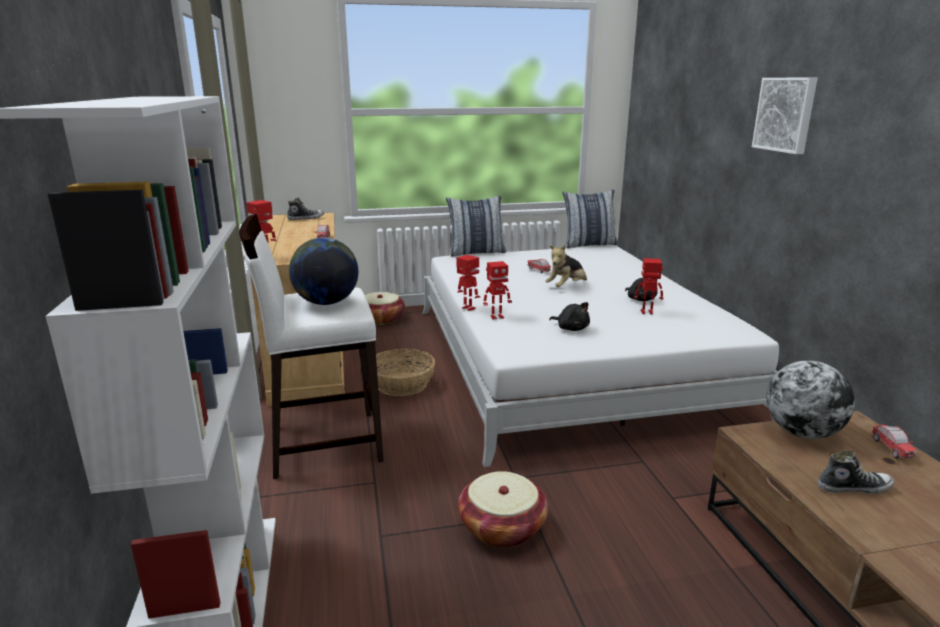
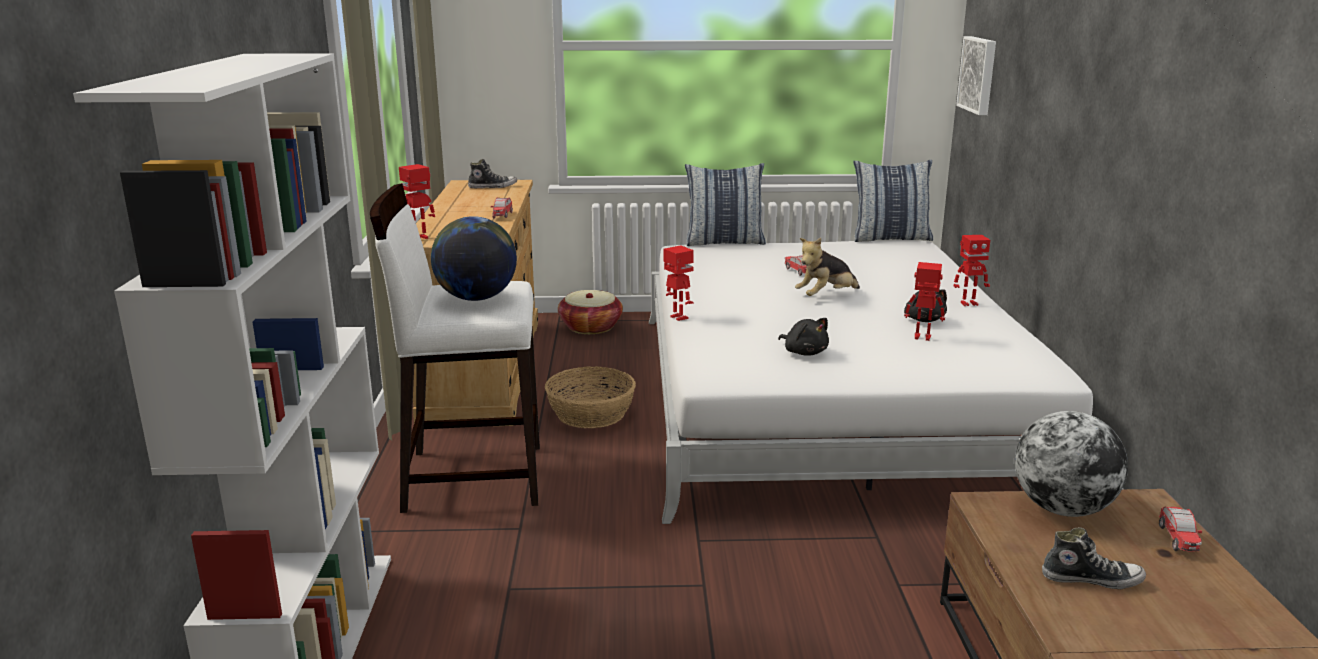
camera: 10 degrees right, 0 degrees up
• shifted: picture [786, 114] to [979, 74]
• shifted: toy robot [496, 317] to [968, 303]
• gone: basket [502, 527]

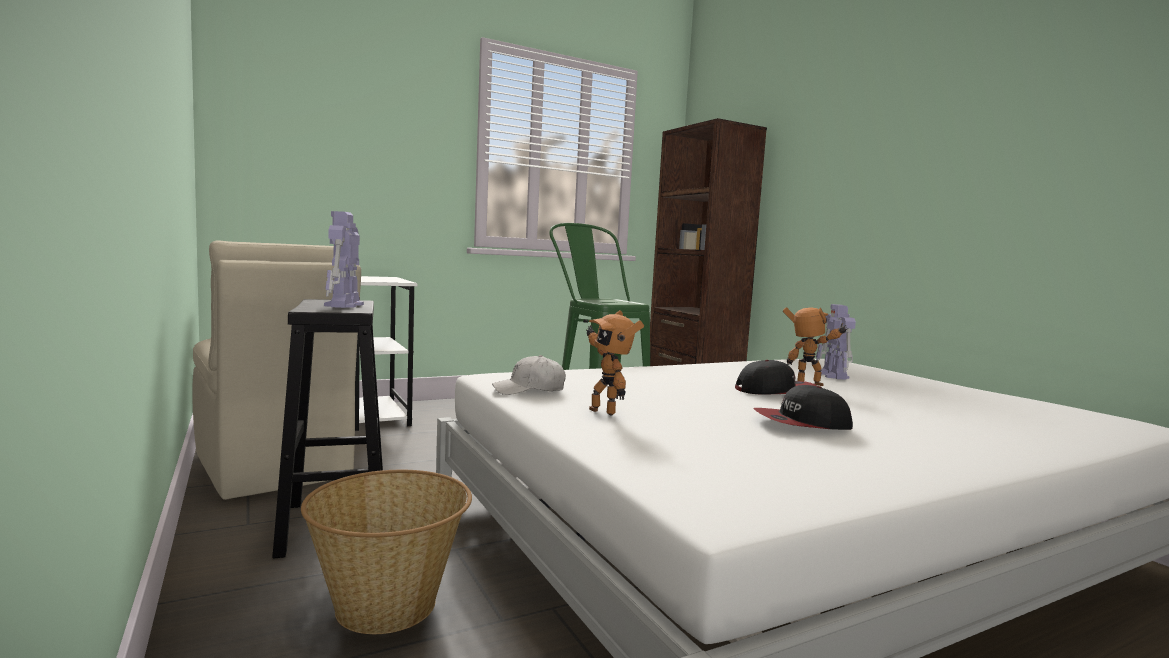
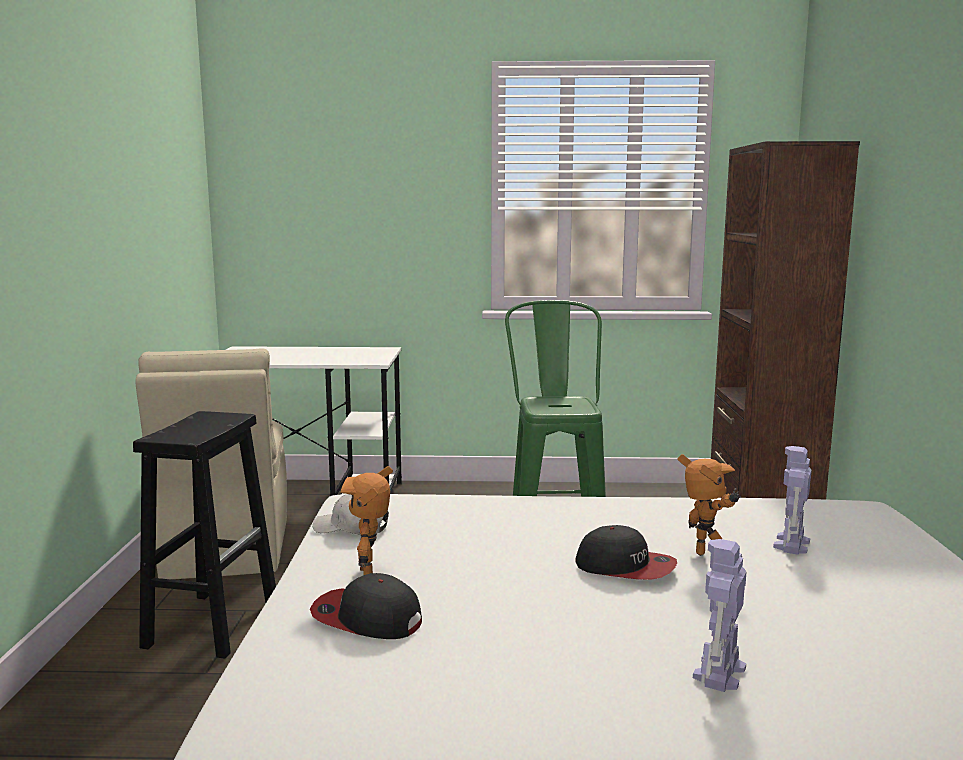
camera: 30 degrees right, 5 degrees up
• shifted: toy robot [343, 305] to [719, 673]
• shifted: cap [802, 423] to [366, 618]
• gone: basket [388, 605]

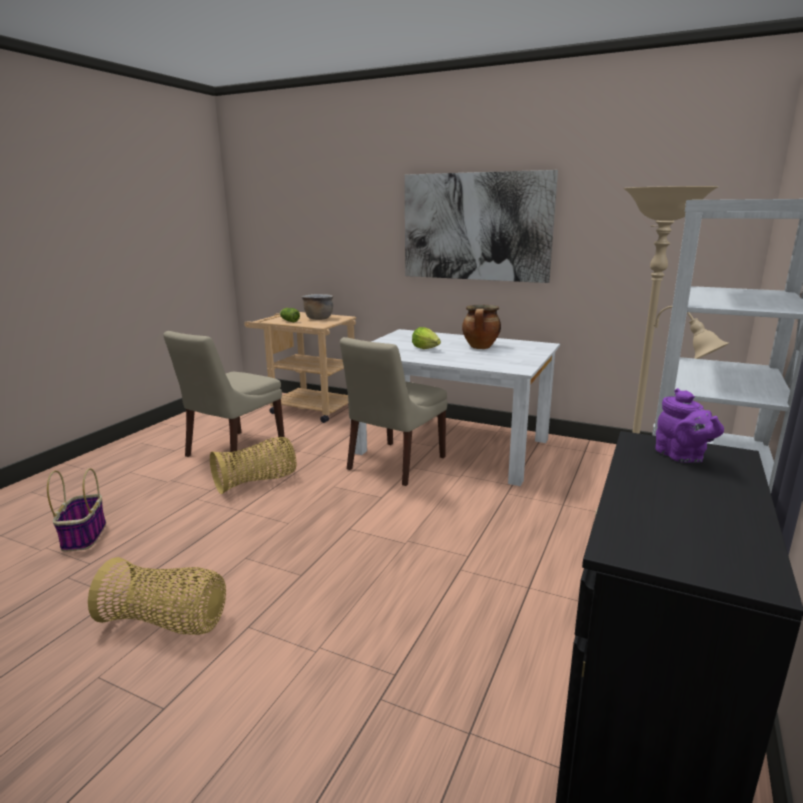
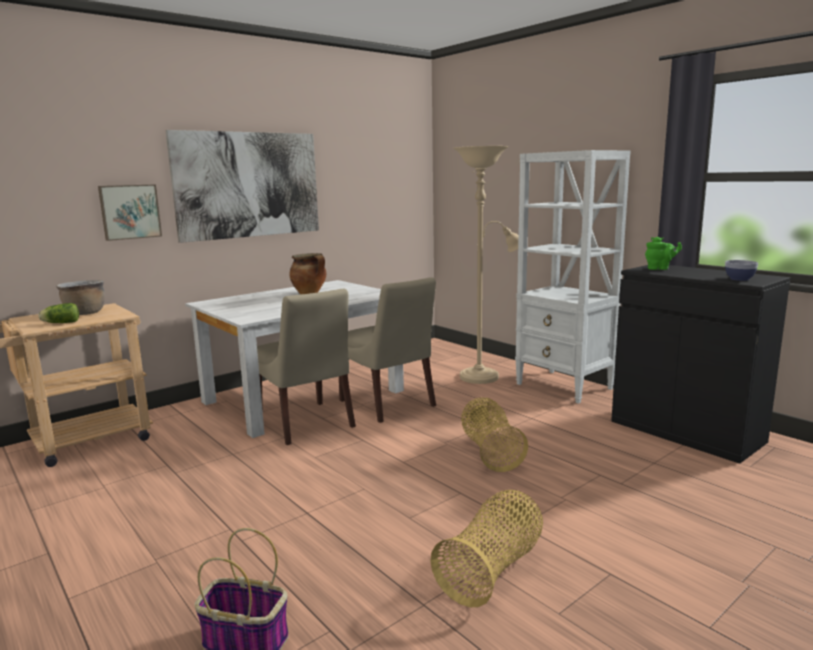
camera: 65 degrees left, 5 degrees down
• gone: lettuce [425, 348]
• shifted: beige chair [233, 451] to [389, 404]
• repainted: purple teapot [681, 457] to green teapot [660, 269]
• shifted: basket [257, 482] to [490, 451]
• new: picture [130, 211]
• new: bowl [739, 279]

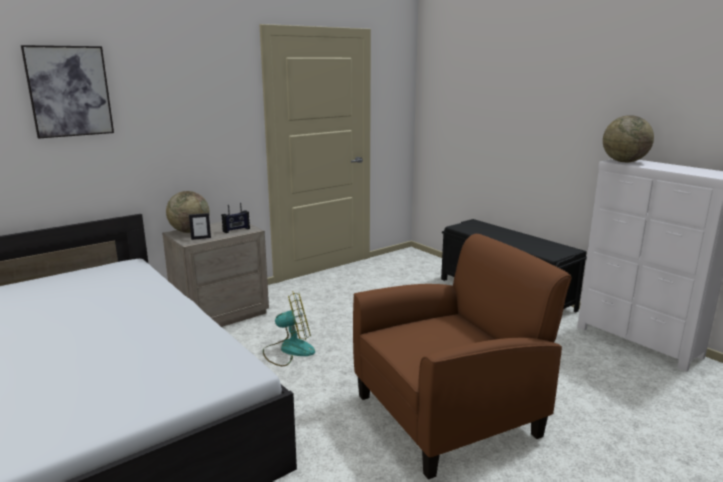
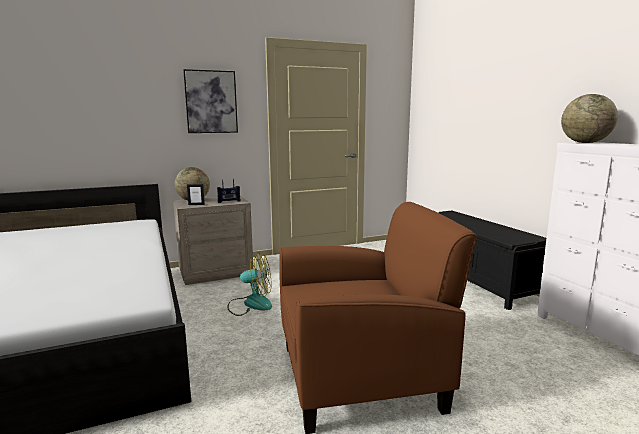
camera: 15 degrees right, 5 degrees down
• shifted: picture [69, 91] to [211, 102]

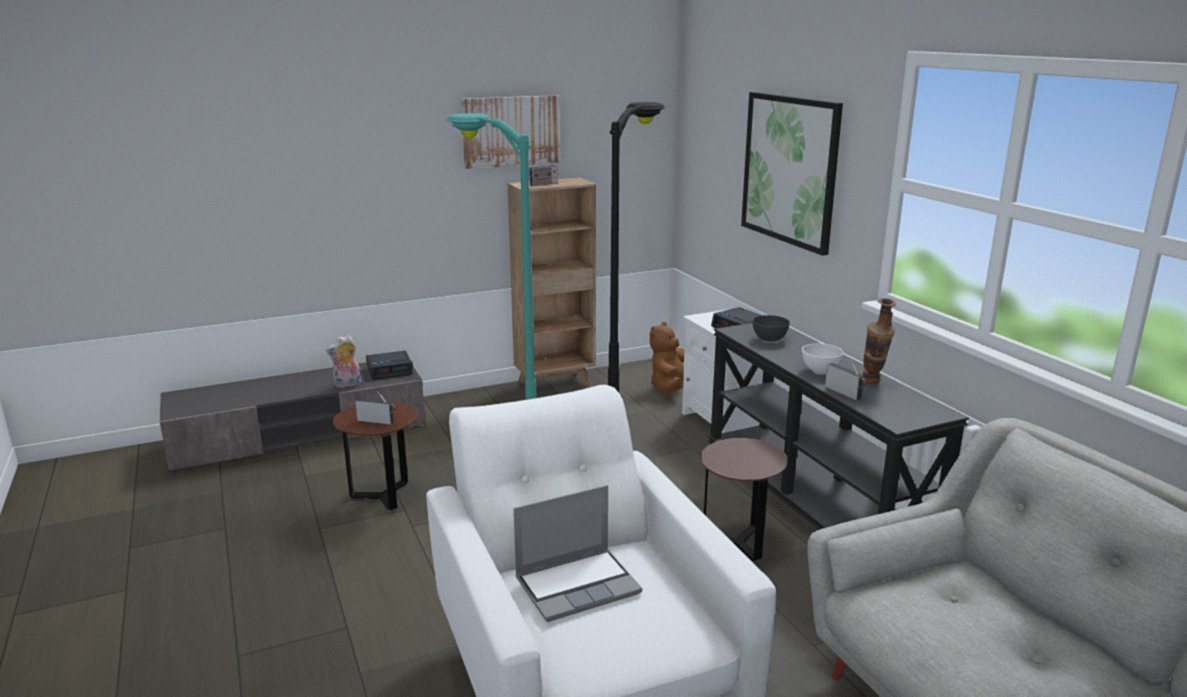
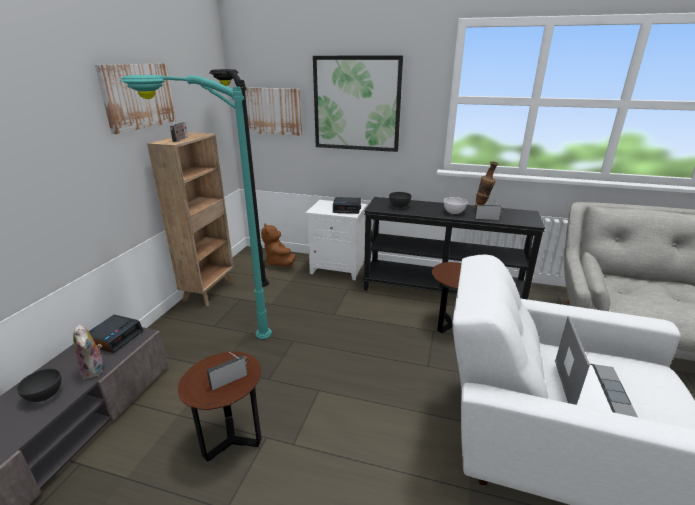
camera: 50 degrees left, 5 degrees up
• rotated: plush toy [347, 385] = [95, 370] 45 degrees counterclockwise
• new: picture [270, 111]
• new: grey bowl [45, 395]

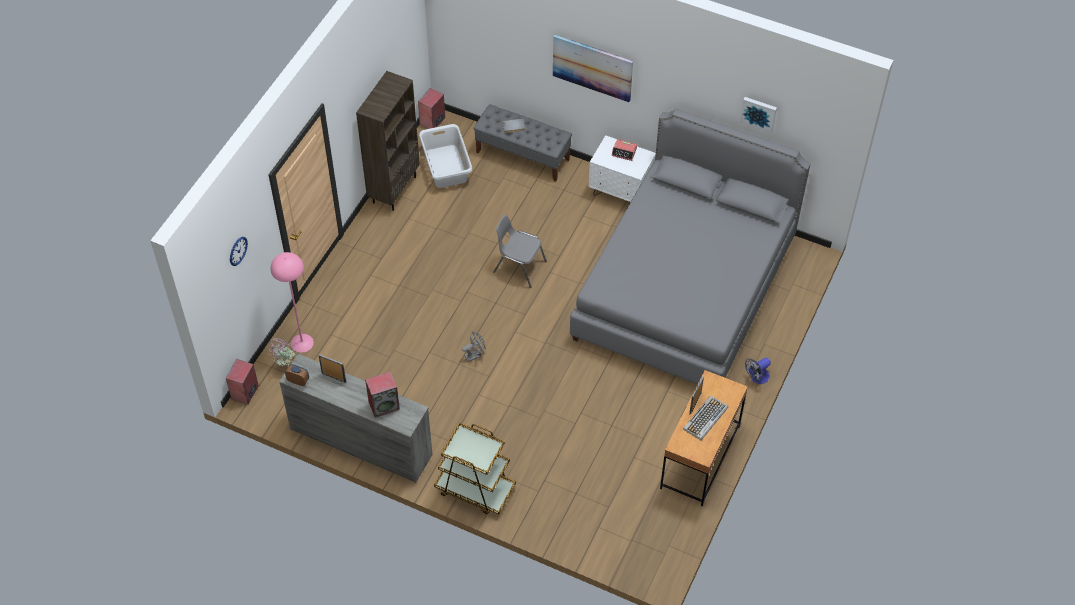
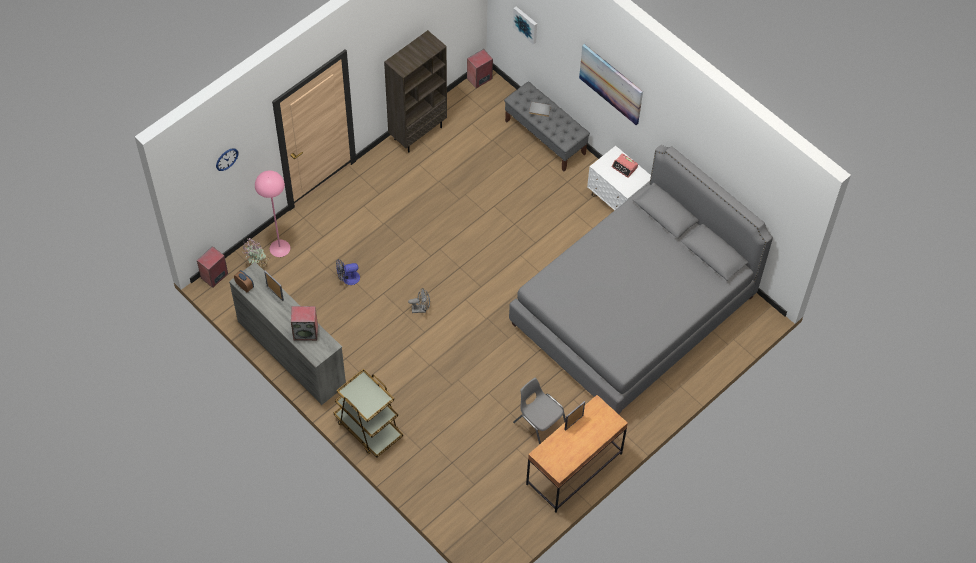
camera: 20 degrees right, 5 degrees up
• shifted: picture [758, 113] to [526, 24]
• gone: grey laundry basket [446, 166]
• shifted: grey chair [519, 266] to [539, 424]
• shifted: fan [757, 378] to [347, 278]
• gone: keyboard [705, 419]

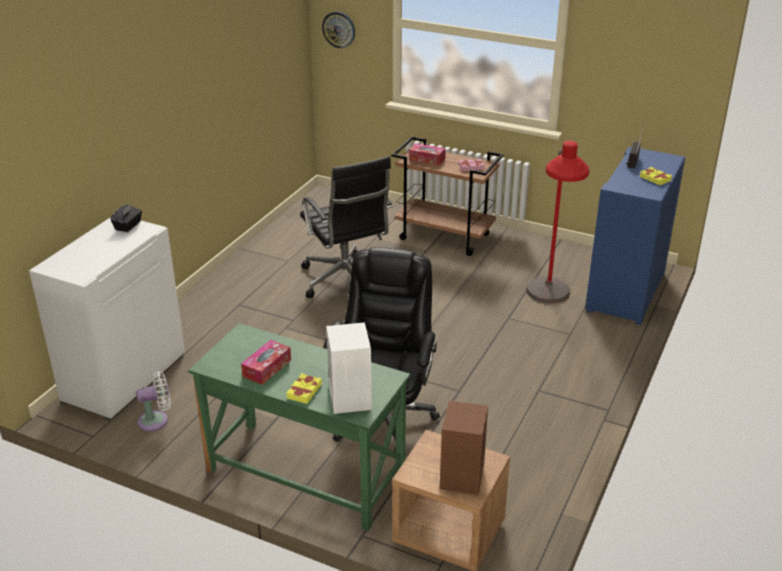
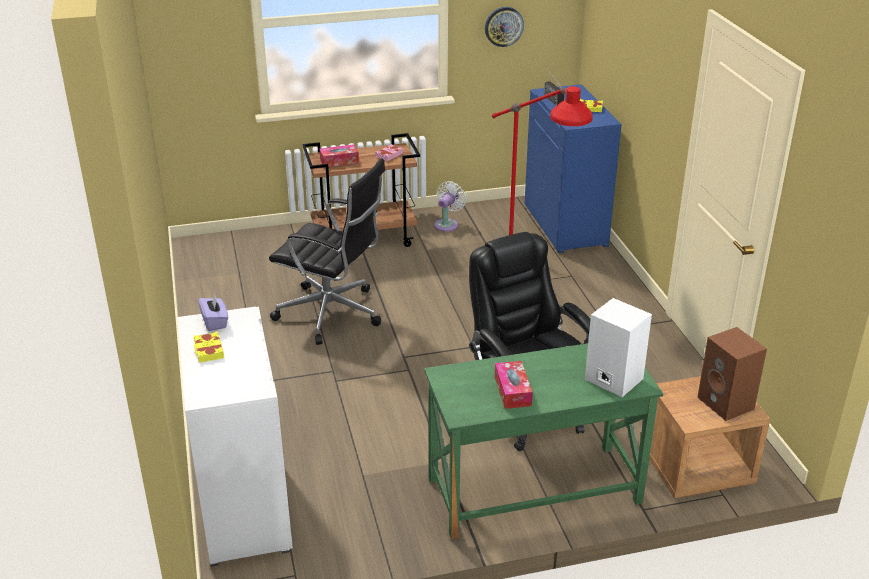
camera: 40 degrees left, 0 degrees up
• shifted: wall clock [339, 29] to [503, 26]
• repainted: black tissue box [128, 226] to purple tissue box [215, 322]
• shifted: white fan [156, 420] to [447, 224]
• shifted: yellow book [304, 391] to [208, 350]

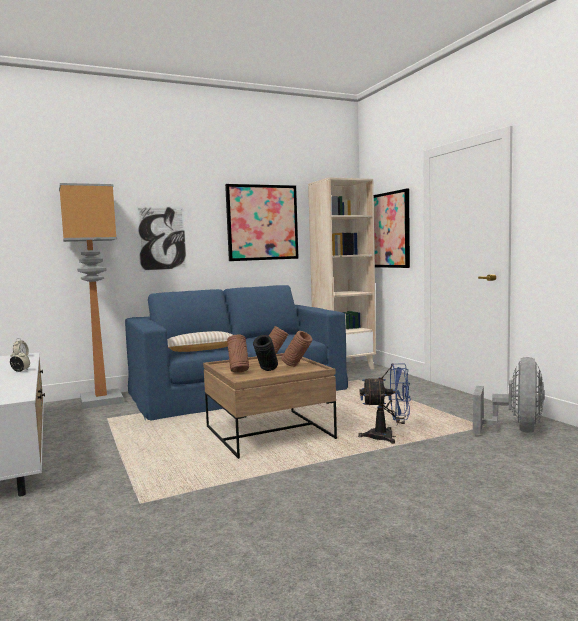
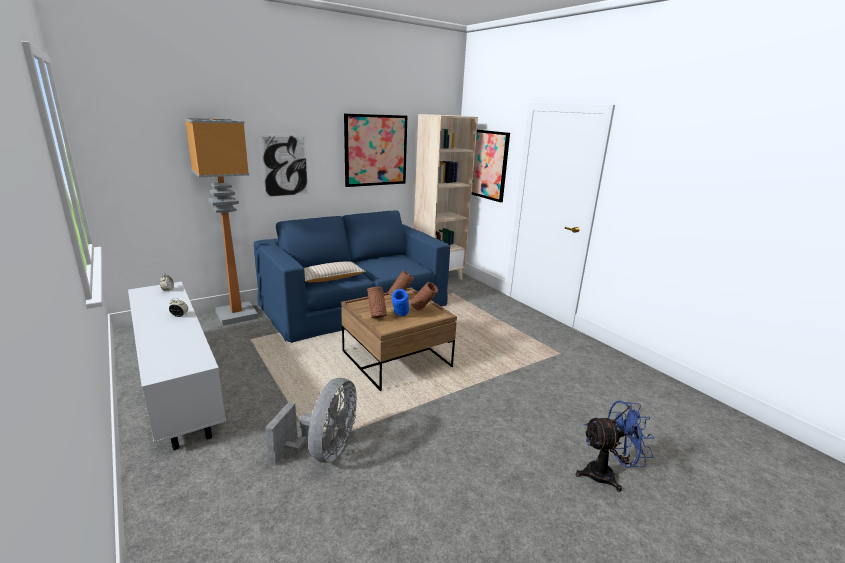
camera: 10 degrees left, 15 degrees up
• repainted: black vase [266, 371] to blue vase [400, 317]
• shifted: grey fan [515, 430] to [324, 451]
• shifted: blue fan [388, 437] to [606, 475]

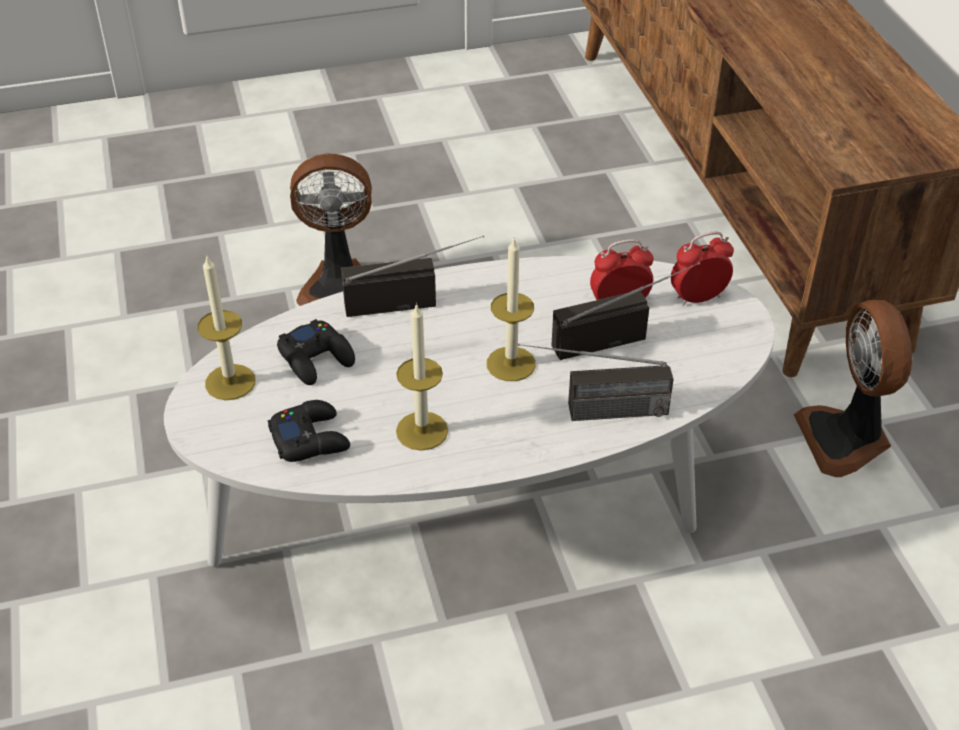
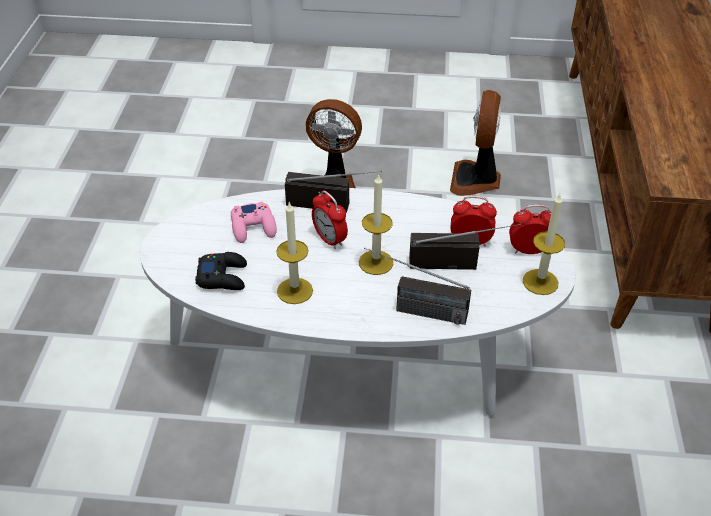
camera: 20 degrees right, 0 degrees up
• shifted: candle [230, 382] to [540, 282]
• shifted: fan [845, 439] to [476, 180]
• repainted: black game controller [316, 358] to pink game controller [253, 227]
• new: alarm clock [329, 239]

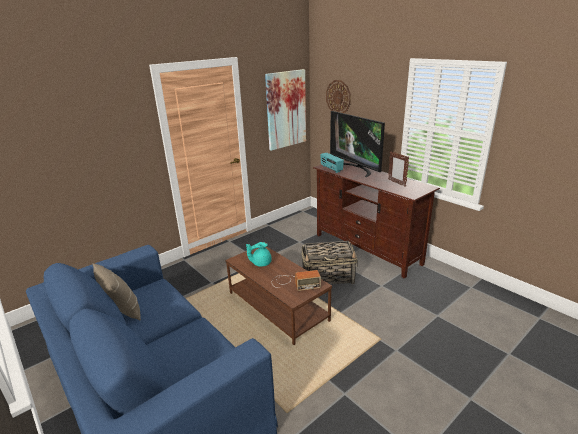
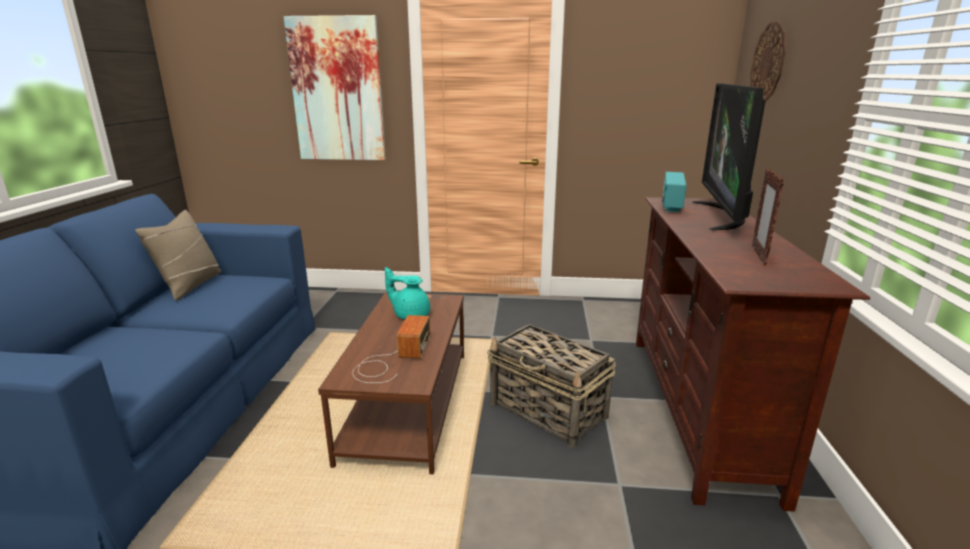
camera: 45 degrees right, 5 degrees down
• shifted: picture [286, 109] to [337, 90]
• rotated: radio [294, 283] = [392, 359] 120 degrees counterclockwise

